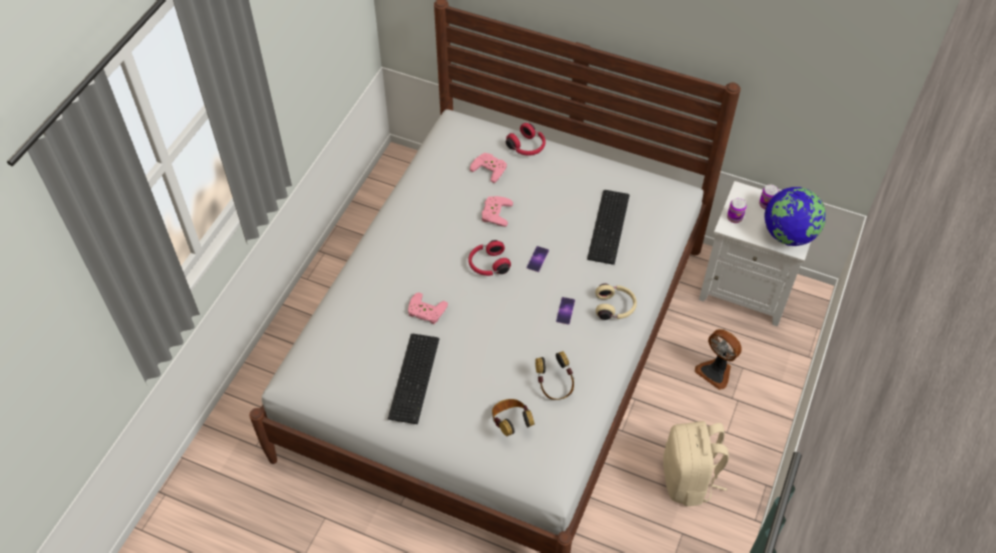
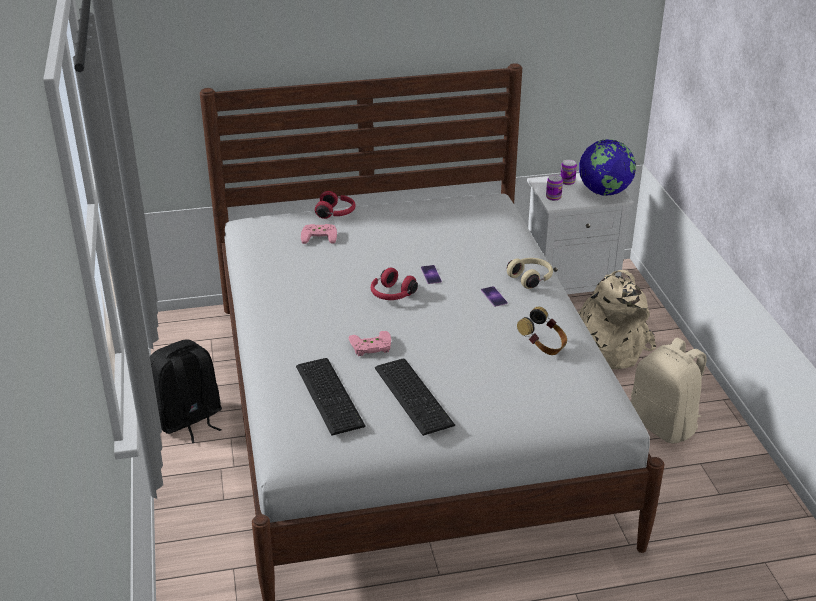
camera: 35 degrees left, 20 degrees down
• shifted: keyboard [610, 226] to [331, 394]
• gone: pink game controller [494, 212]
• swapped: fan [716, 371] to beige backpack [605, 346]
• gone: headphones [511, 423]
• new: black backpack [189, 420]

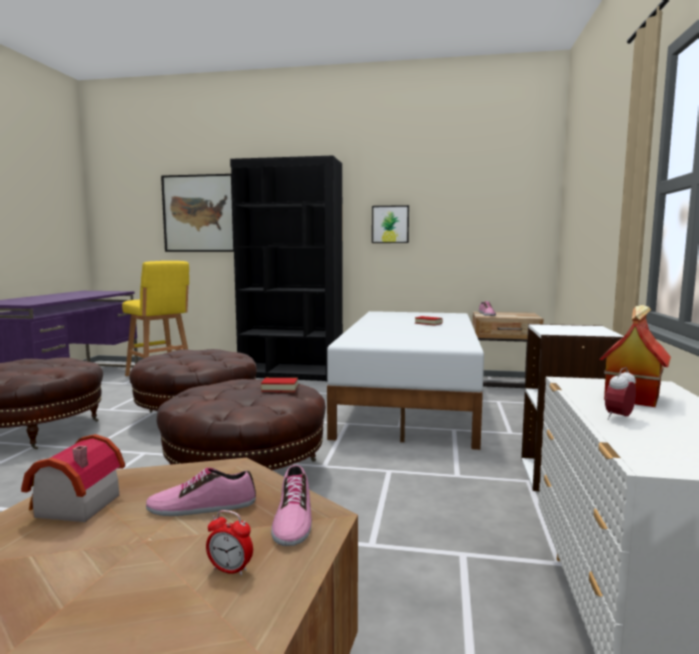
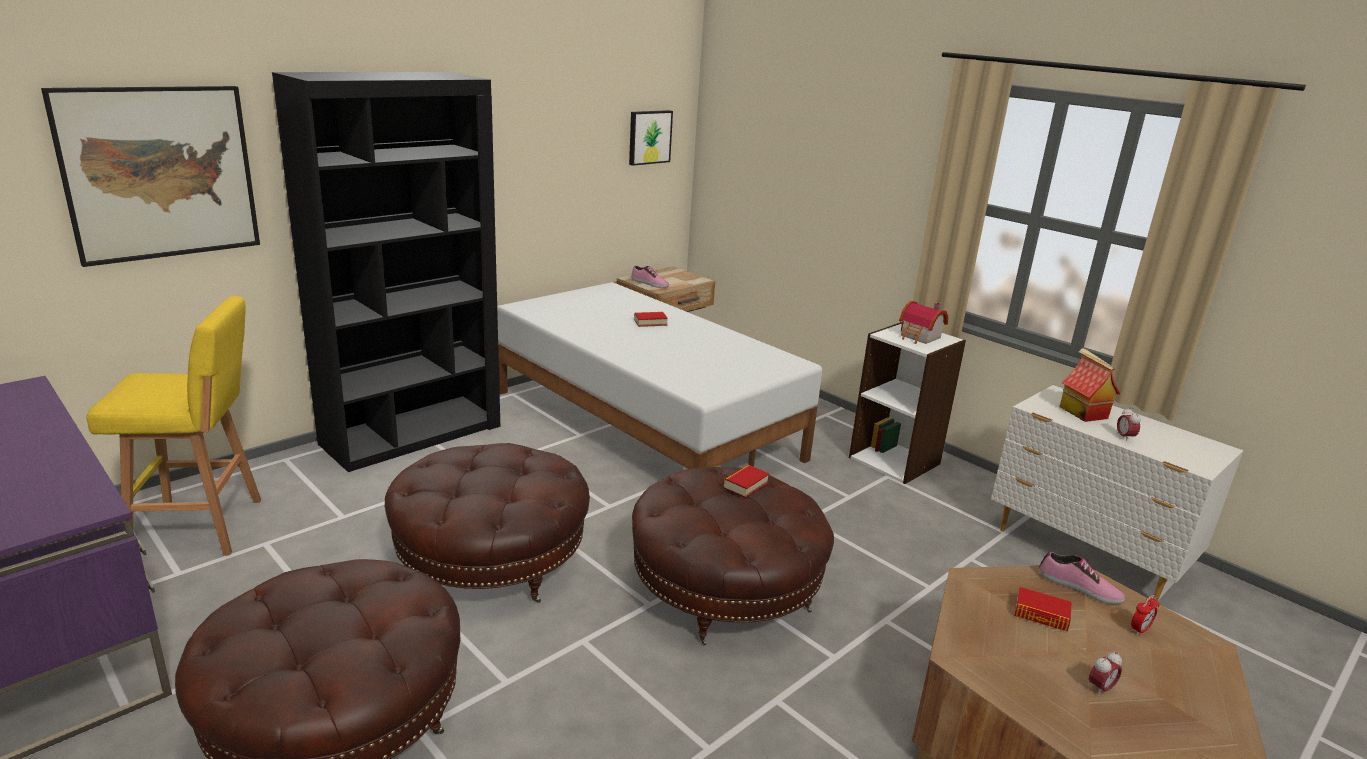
camera: 55 degrees left, 15 degrees up
• shifted: picture [390, 224] to [649, 137]
• shifted: toy house [72, 506] to [920, 337]
• swapped: shoe [202, 506] to book [1041, 614]
• new: alarm clock [1100, 688]

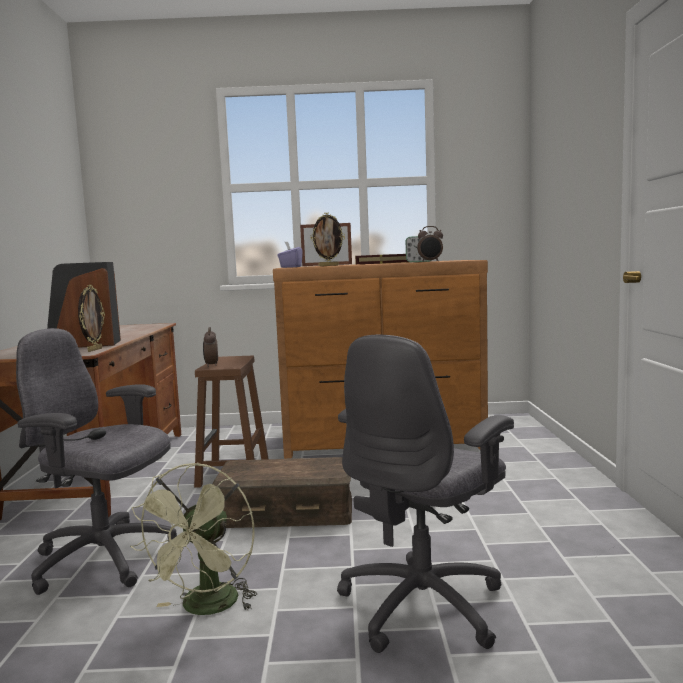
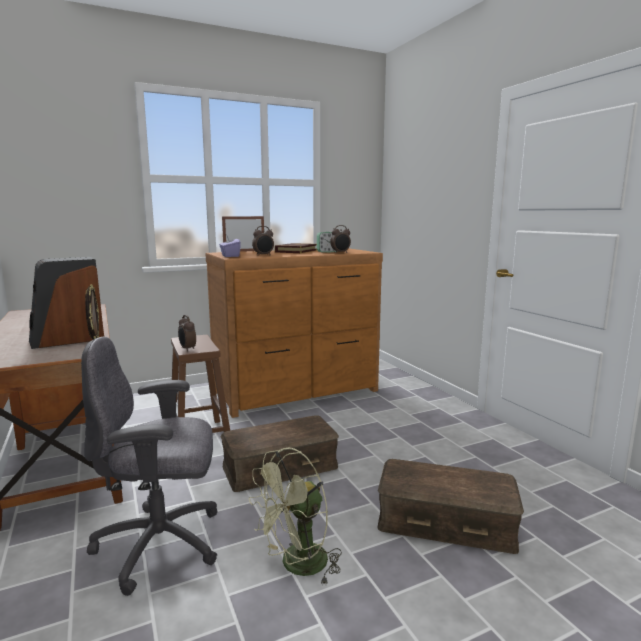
camera: 25 degrees left, 5 degrees up
• swapped: picture frame [328, 265] to alarm clock [263, 255]
• swapped: grey office chair [424, 605] to brown storage box [445, 522]
• rotated: green fan [206, 608] = [297, 566] 60 degrees clockwise

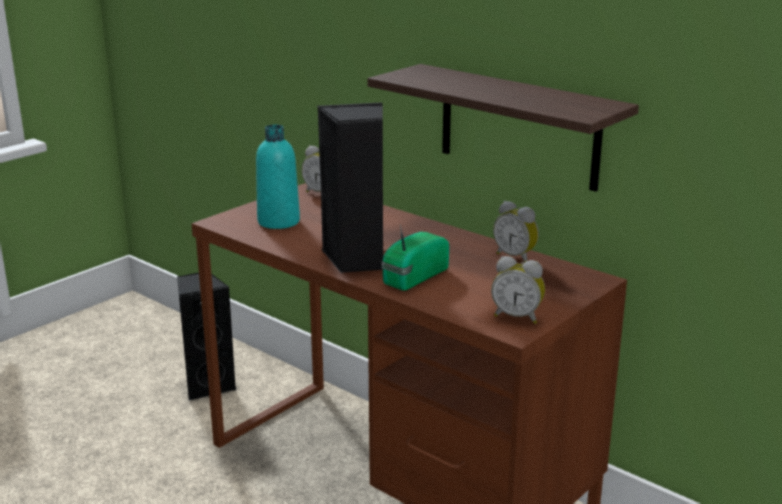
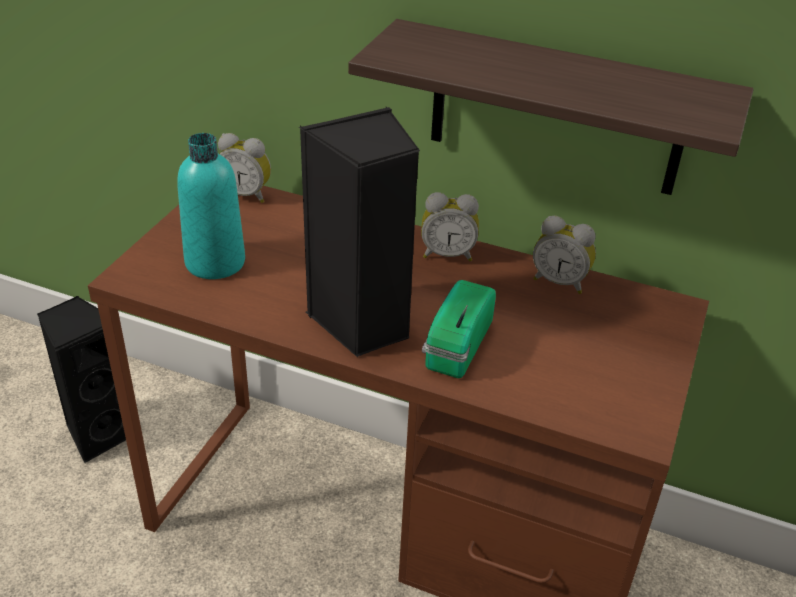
camera: 20 degrees left, 15 degrees up
• shifted: alarm clock [517, 316] to [447, 254]

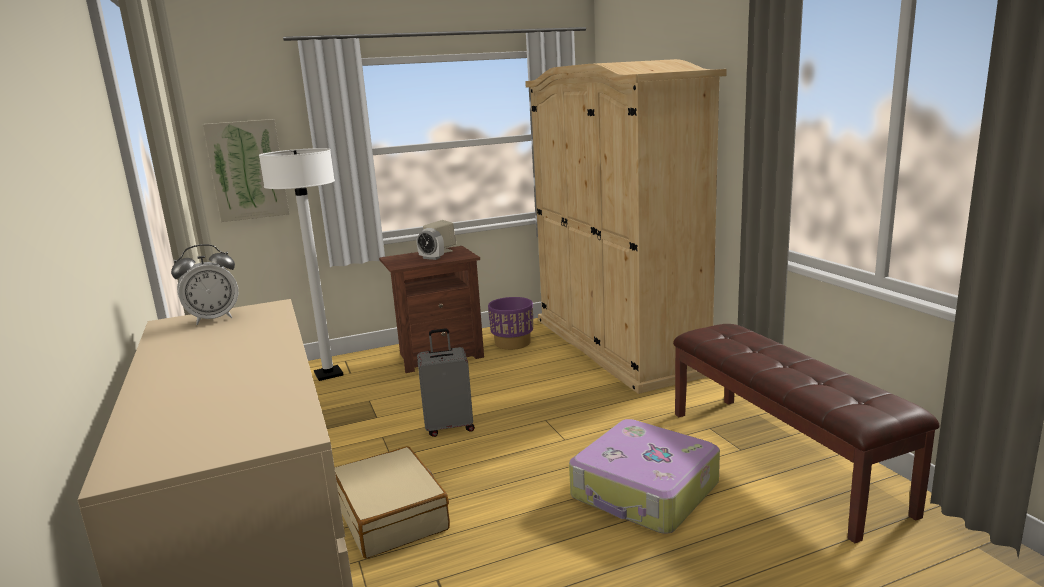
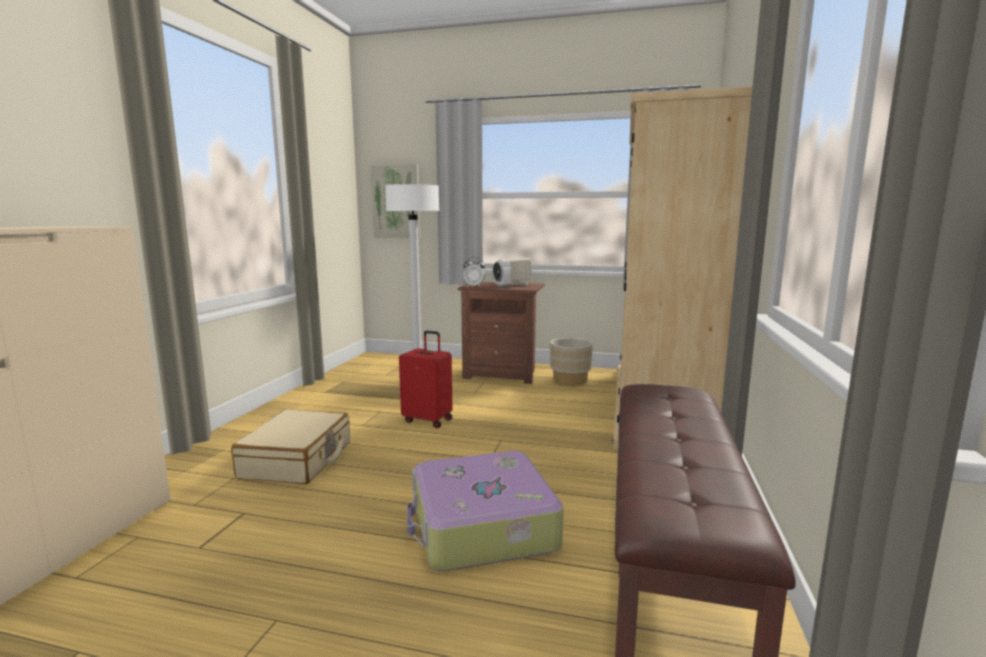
camera: 35 degrees right, 5 degrees down
• shifted: alarm clock [213, 319] to [474, 286]
• repainted: purple planter [512, 343] to beige planter [570, 380]
• repainted: grey suitcase [449, 427] to red suitcase [428, 420]

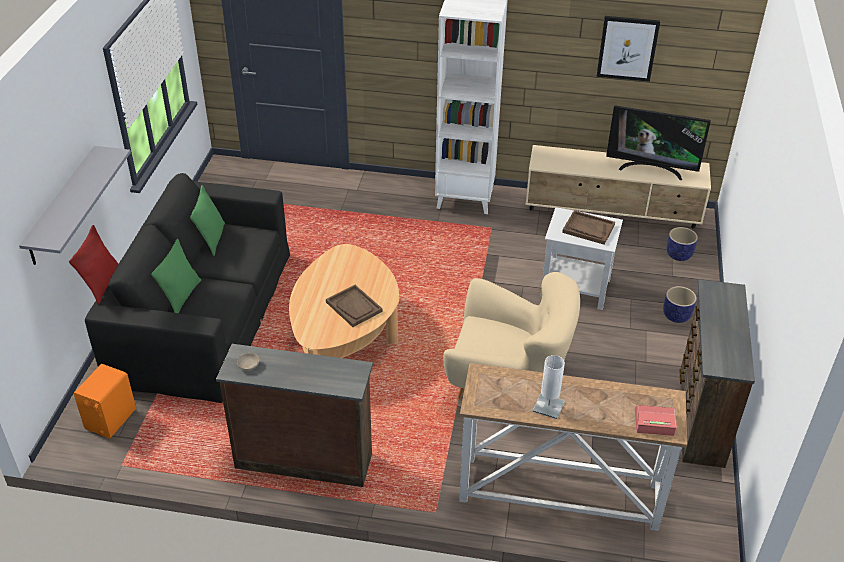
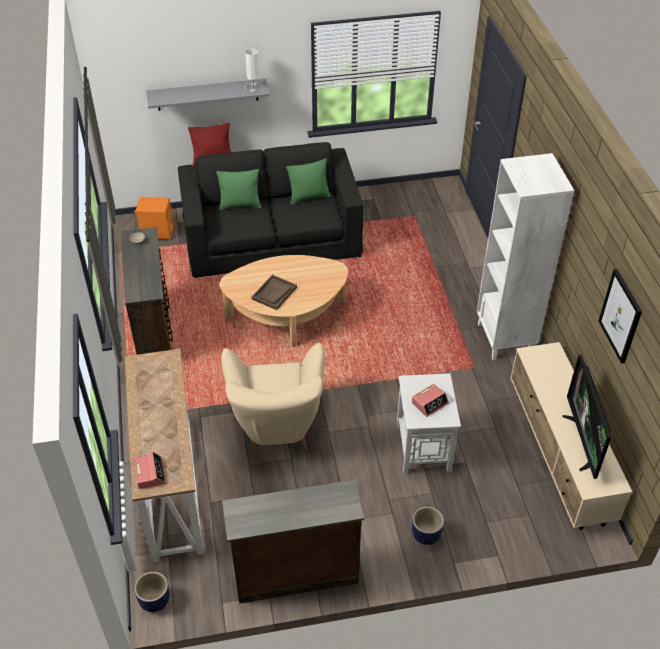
camera: 70 degrees right, 5 degrees up
• swapped: brown tray [588, 229] to alarm clock [430, 403]
• shifted: planter [679, 255] to [154, 601]
• shifted: white table lamp [548, 406] to [253, 88]

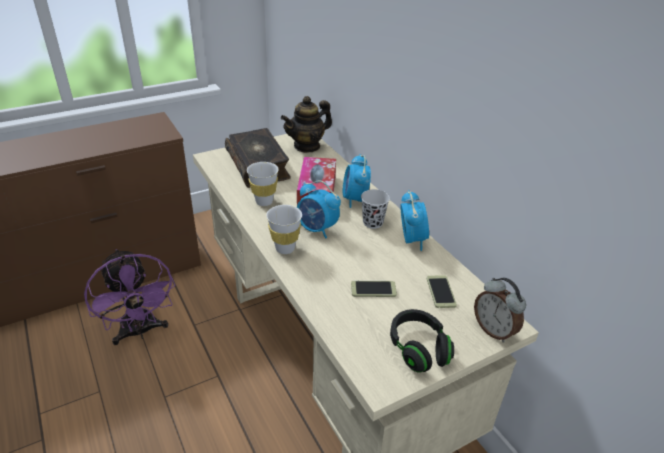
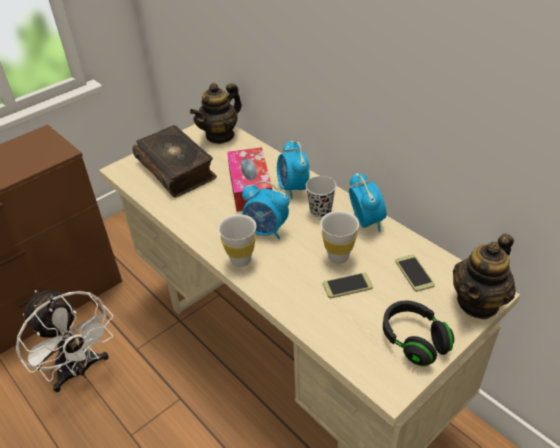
camera: 10 degrees left, 5 degrees up
• shifted: white cup [264, 201] to [338, 257]
• repainted: purple fan [140, 332] to white fan [80, 370]
• swapped: alarm clock [494, 330] to teapot [478, 302]

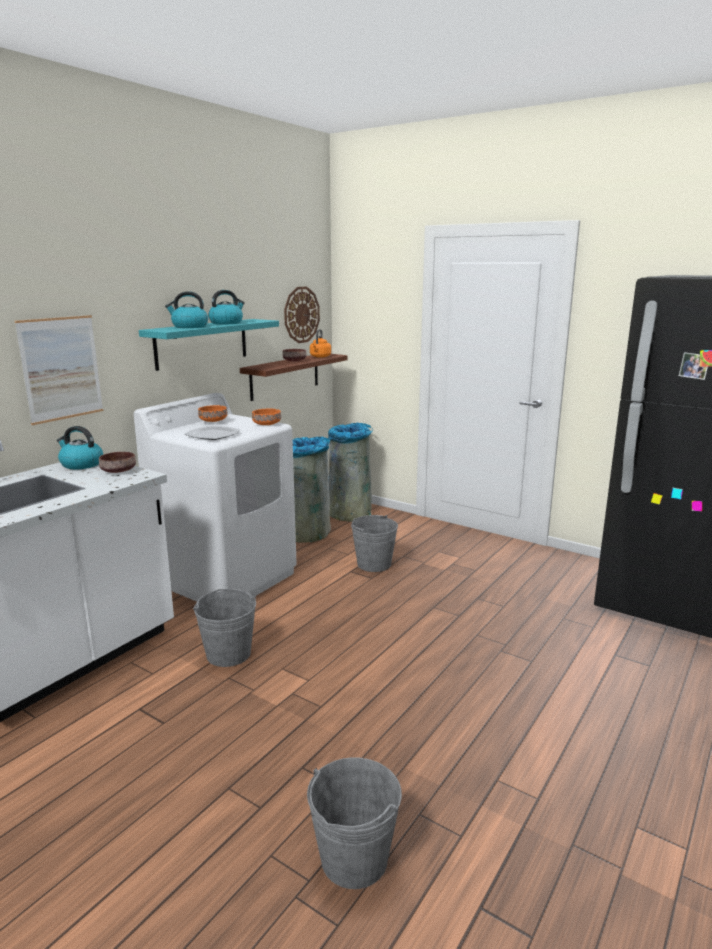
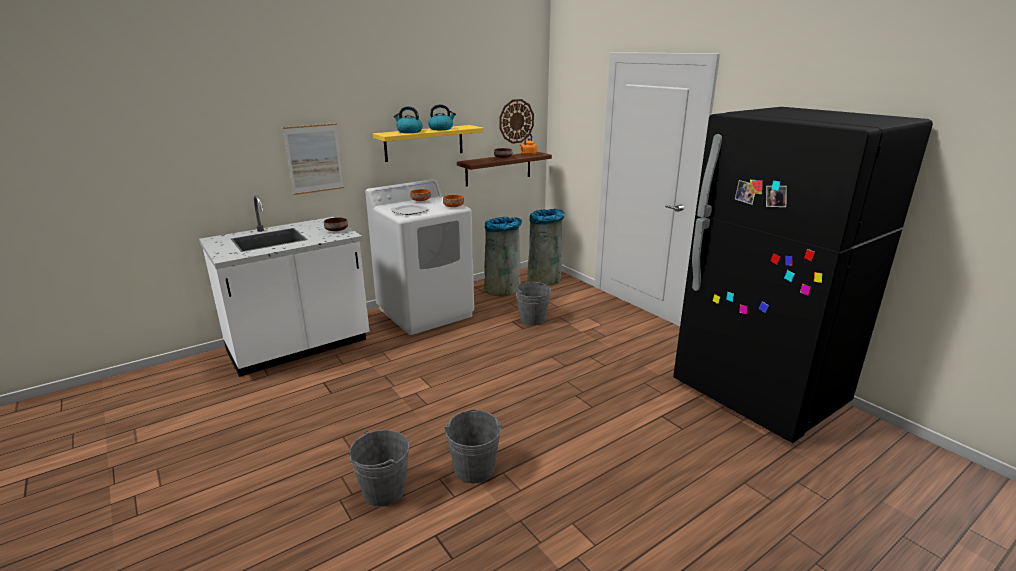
camera: 20 degrees right, 5 degrees up
• repainted: turquoise shelf [202, 343] to yellow shelf [424, 143]
• gone: kettle [81, 464]
• shifted: grey bucket [228, 654] to [474, 469]

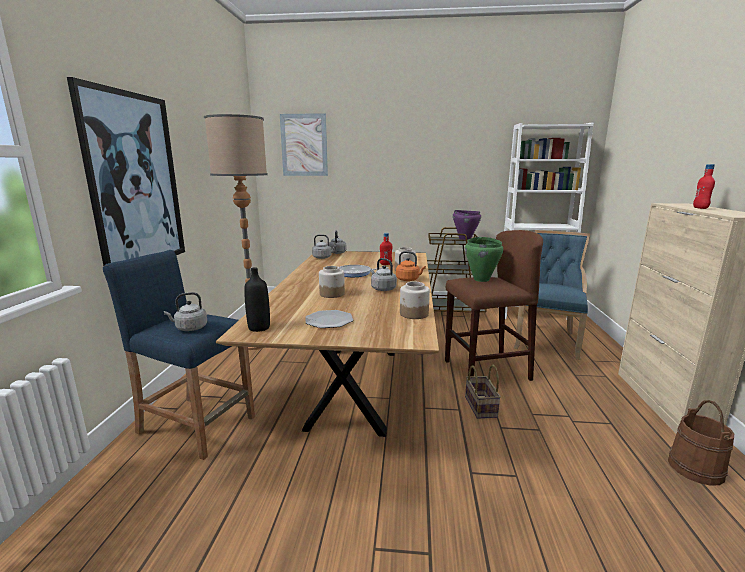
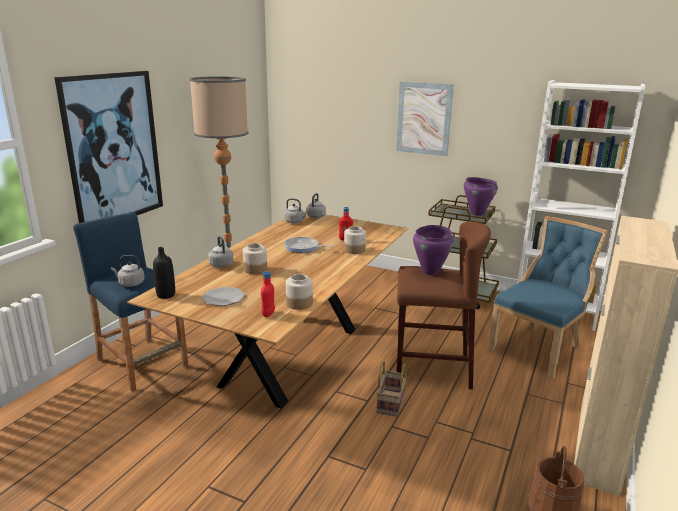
camera: 20 degrees right, 5 degrees up
• shifted: picture [304, 145] to [424, 118]
• shifted: red bottle [700, 208] to [268, 314]
• repainted: green cooking pot [481, 279] to purple cooking pot [431, 272]
• gone: orange kettle [409, 280]
• shifted: grey kettle [382, 289] to [221, 264]

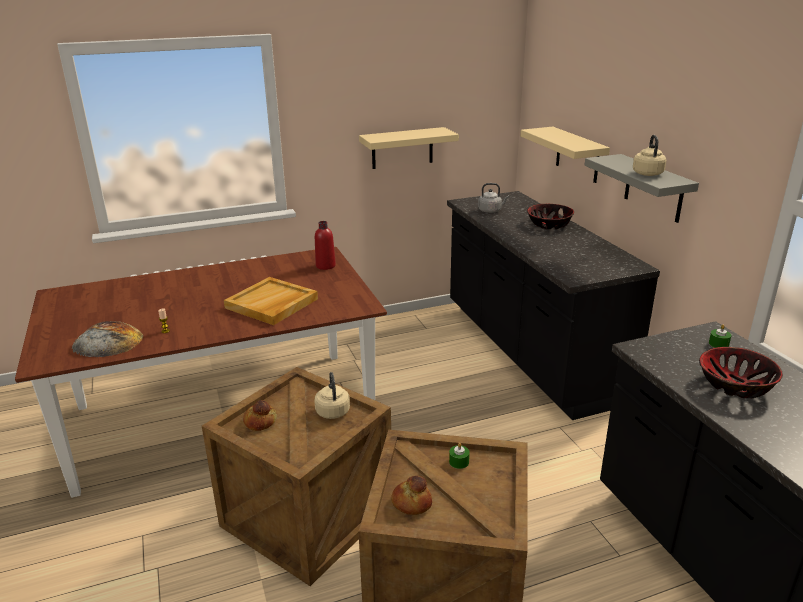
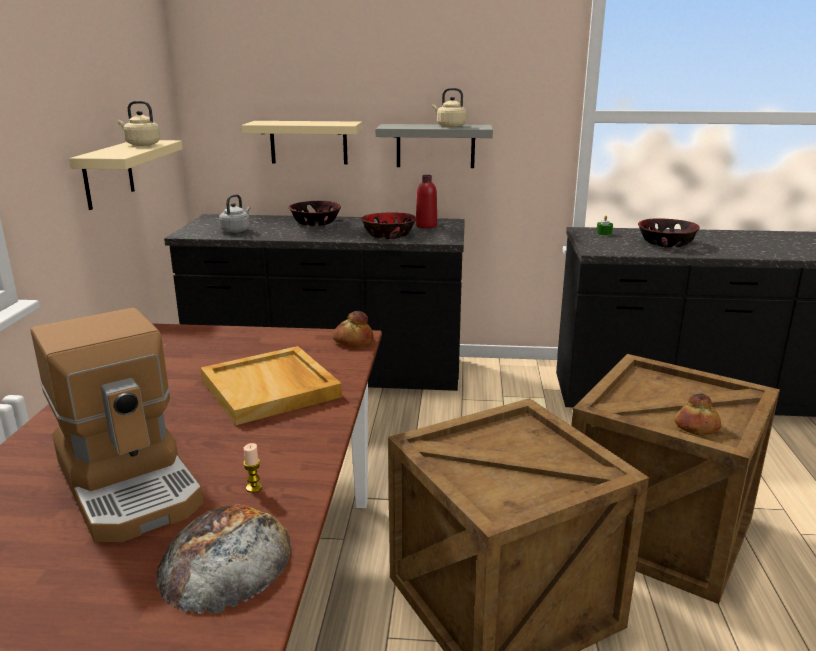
camera: 65 degrees left, 5 degrees down
• shifted: red bottle [325, 266] to [426, 226]
• shifted: beige kettle [332, 411] to [141, 144]
• shifted: bread [260, 421] to [353, 341]
• gone: green candle [459, 462]
• new: bowl [388, 235]
• new: coffee machine [131, 482]

